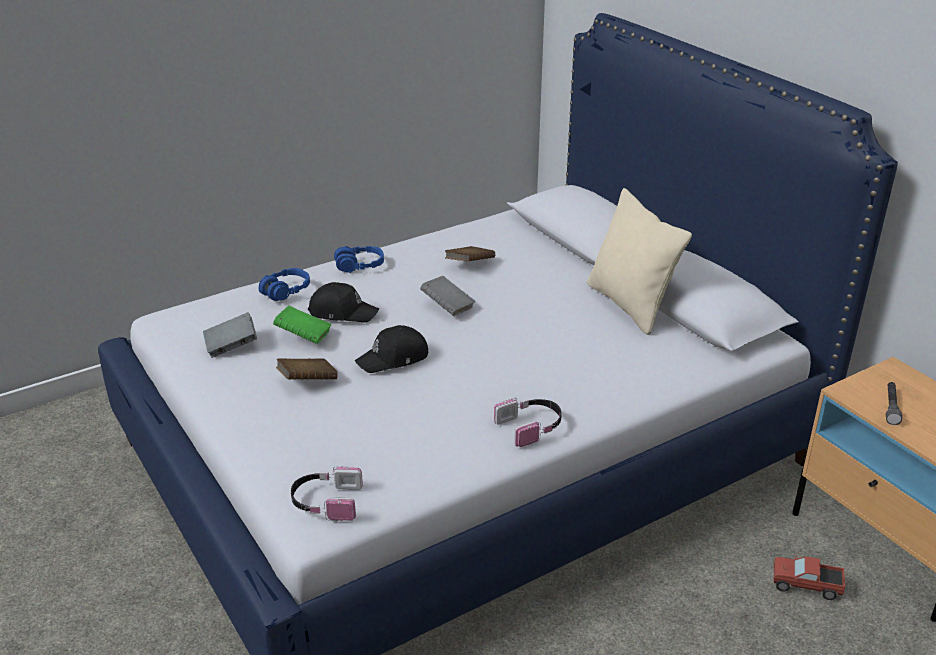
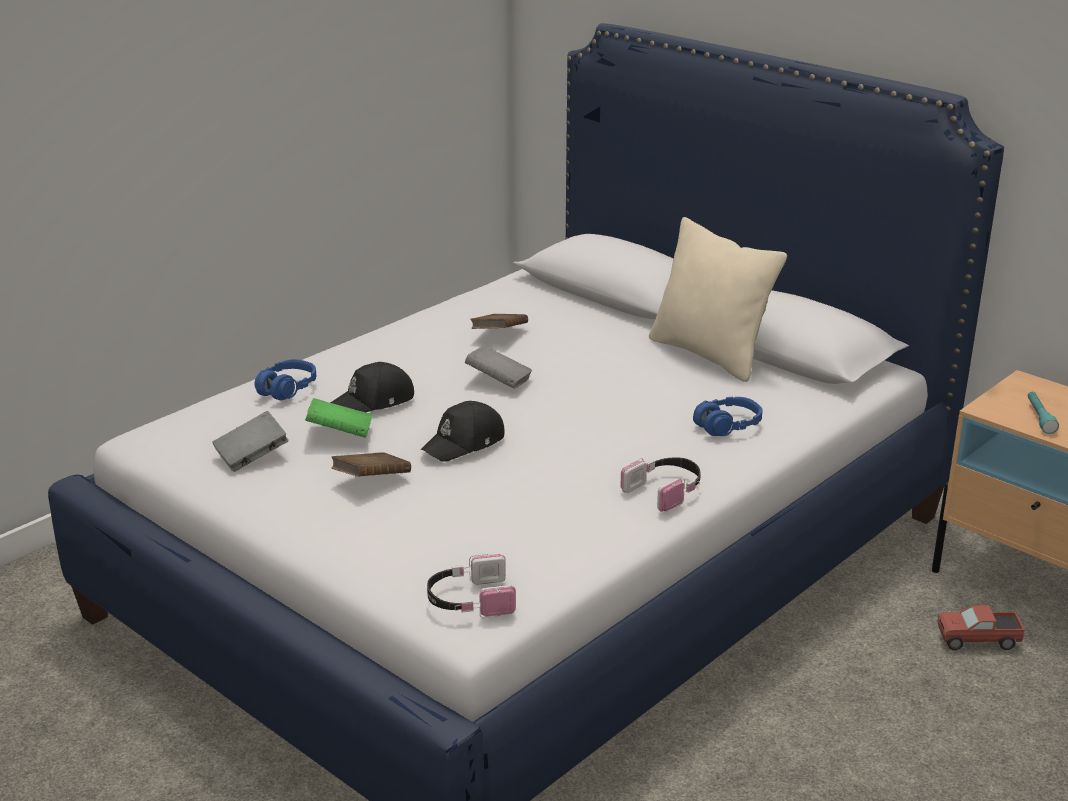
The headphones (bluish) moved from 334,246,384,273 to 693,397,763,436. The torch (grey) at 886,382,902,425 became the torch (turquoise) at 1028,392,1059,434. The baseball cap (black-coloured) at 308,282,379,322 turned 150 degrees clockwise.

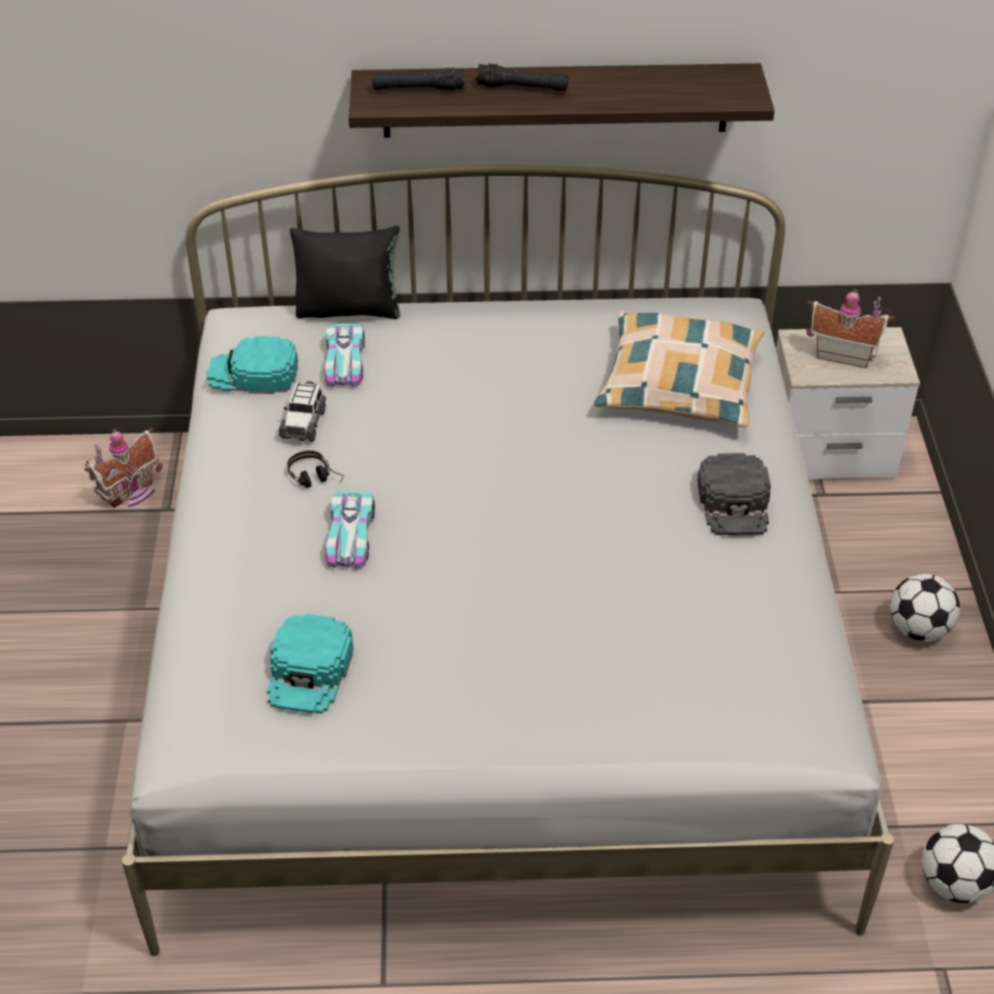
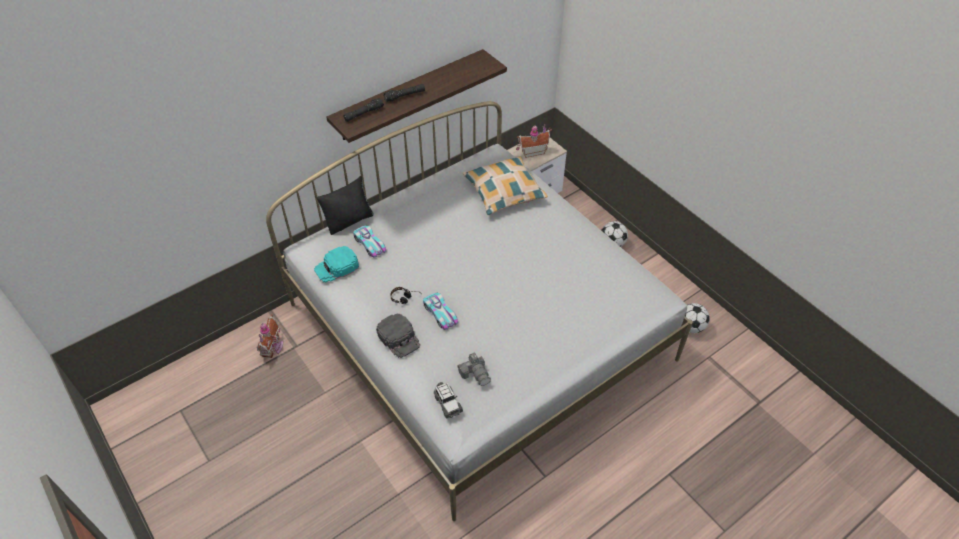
The miniature car moved from 279,381,326,442 to 434,382,463,418. The baseball cap (black-coloured) moved from 697,453,771,535 to 376,313,420,358. The baseball cap (turquoise) at 267,614,354,714 was replaced by the still camera at 457,353,491,386.

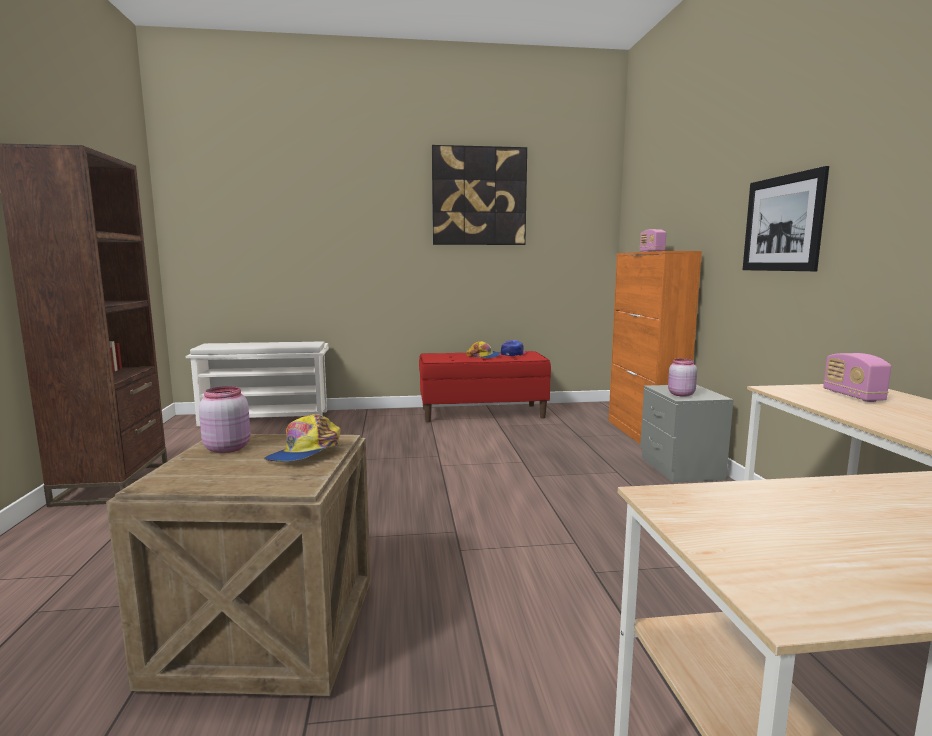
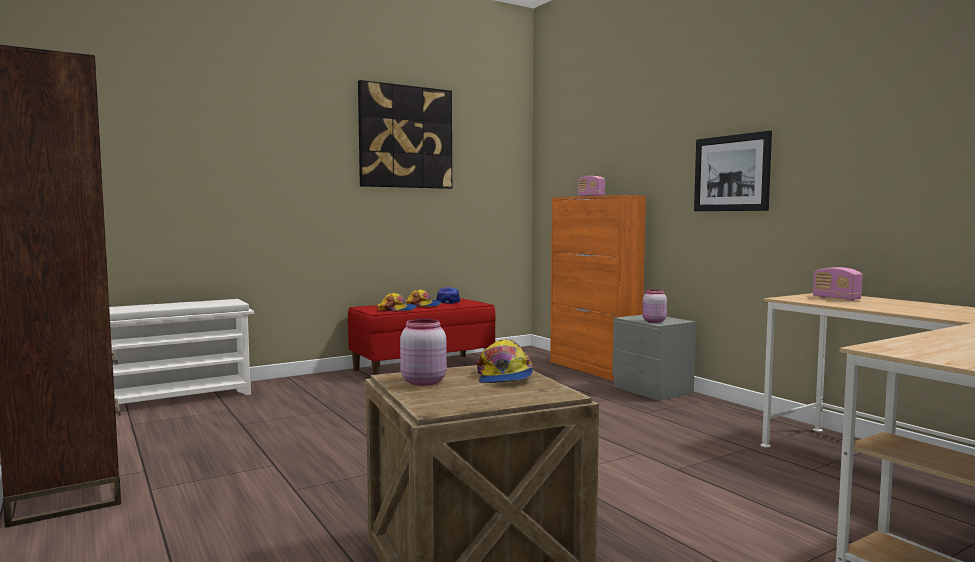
The baseball cap at 377,293,416,311 appeared.

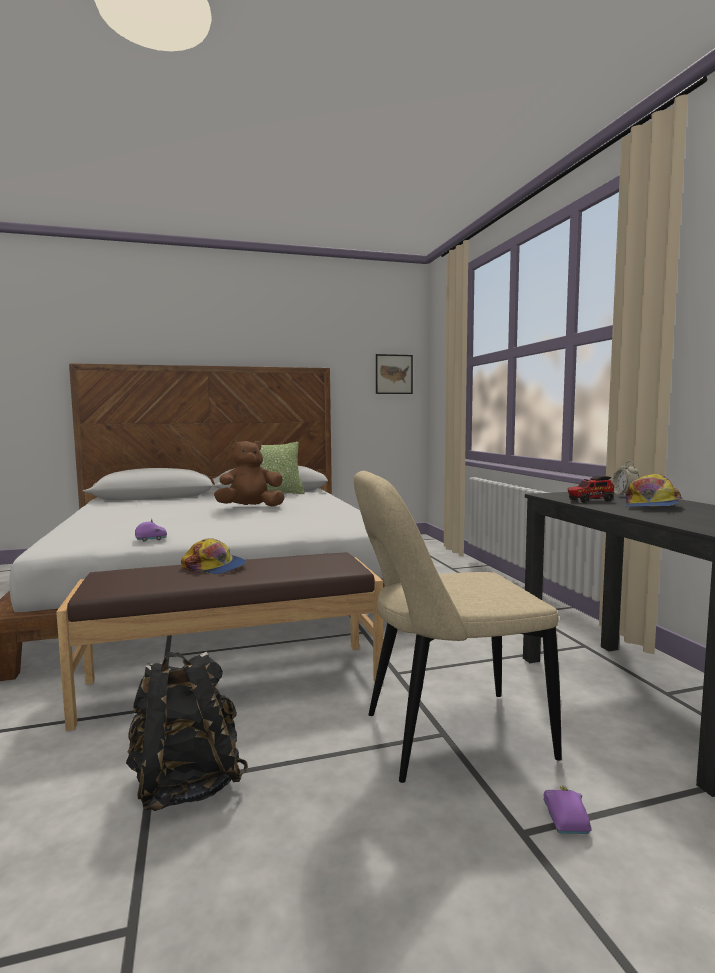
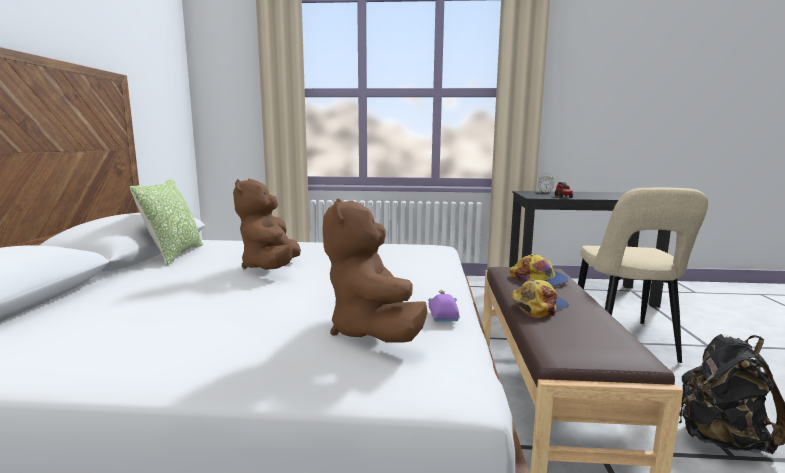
The wall art at 376,354,413,394 disappeared. The miniature car (purple) at 543,786,592,834 disappeared. The cuddly toy (brown) at 323,199,428,342 appeared. The baseball cap moved from 624,474,682,508 to 510,254,569,287.

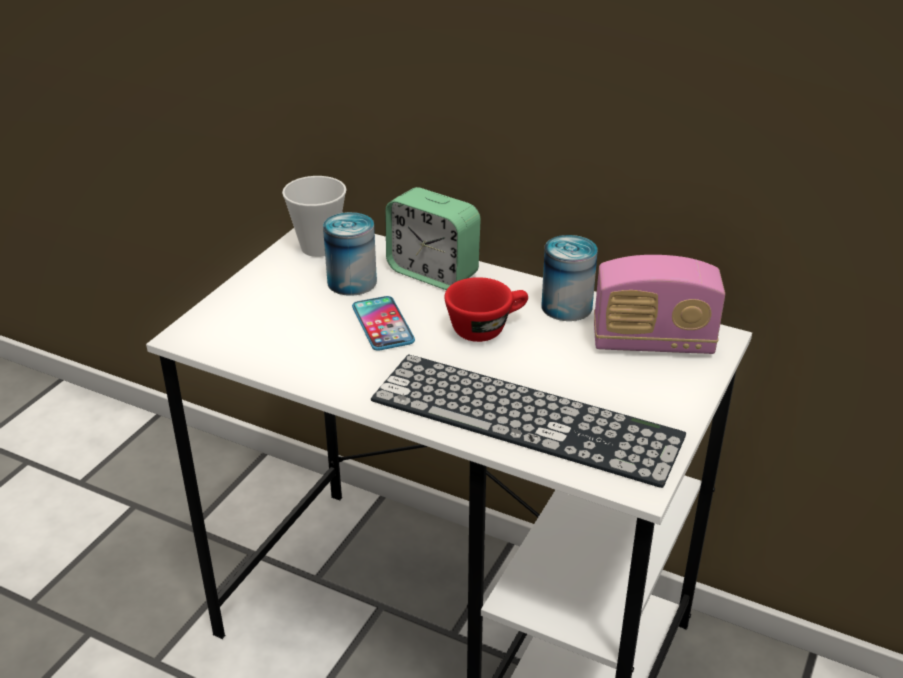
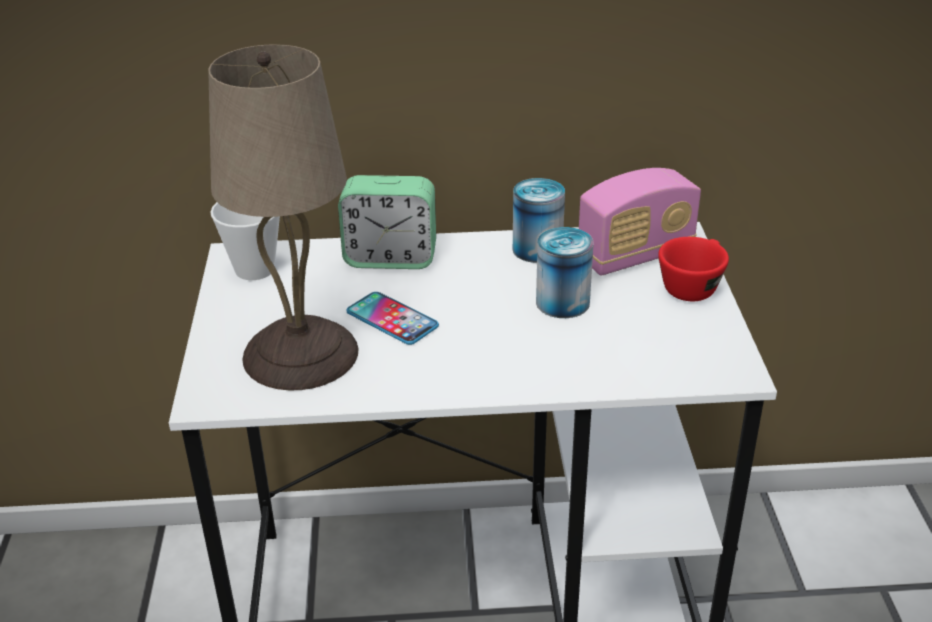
The computer keyboard at 371,355,686,488 disappeared. The lamp for a table (sand-coloured) at 208,44,358,391 appeared. The can moved from 323,212,377,296 to 536,227,593,318. The small cup (reddish) moved from 444,277,528,342 to 658,237,729,301.

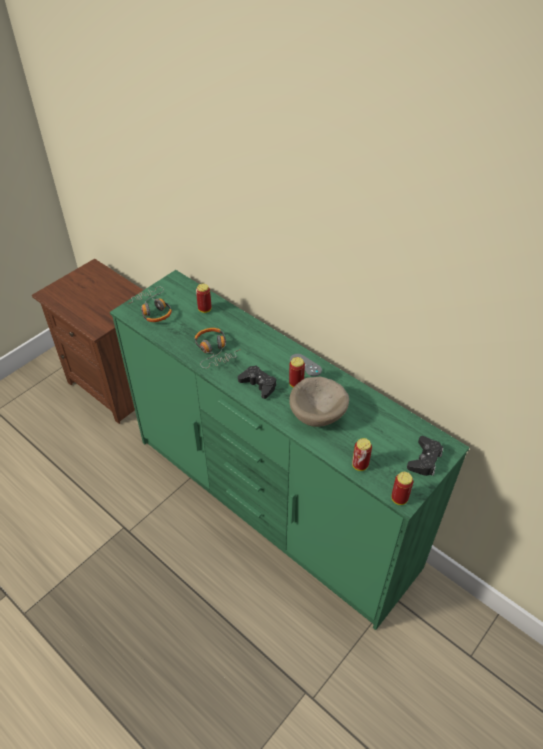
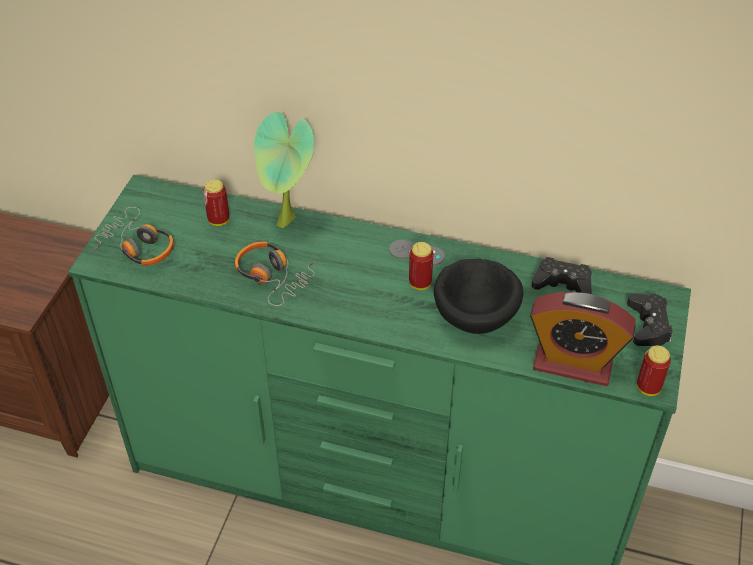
The houseplant at 254,112,314,228 appeared. The joypad (black-coloured) moved from 238,365,276,399 to 531,257,592,294. The can at 352,438,372,471 was replaced by the bedside clock at 530,292,636,386. The bowl (sand-coloured) at 289,377,349,427 became the bowl (black-coloured) at 434,259,523,334.

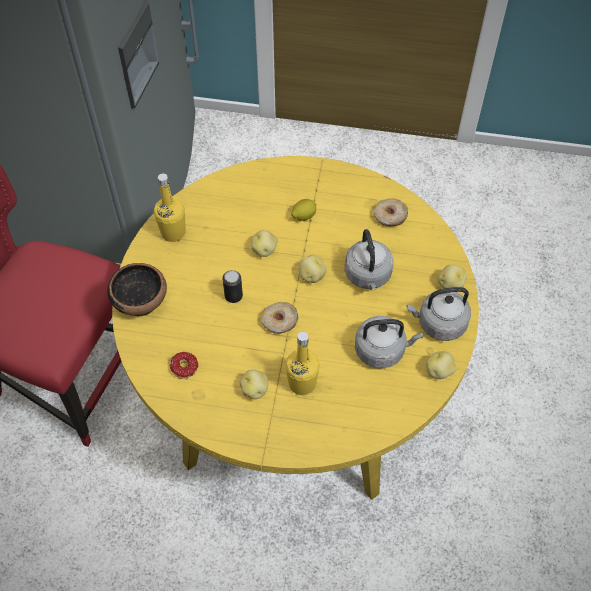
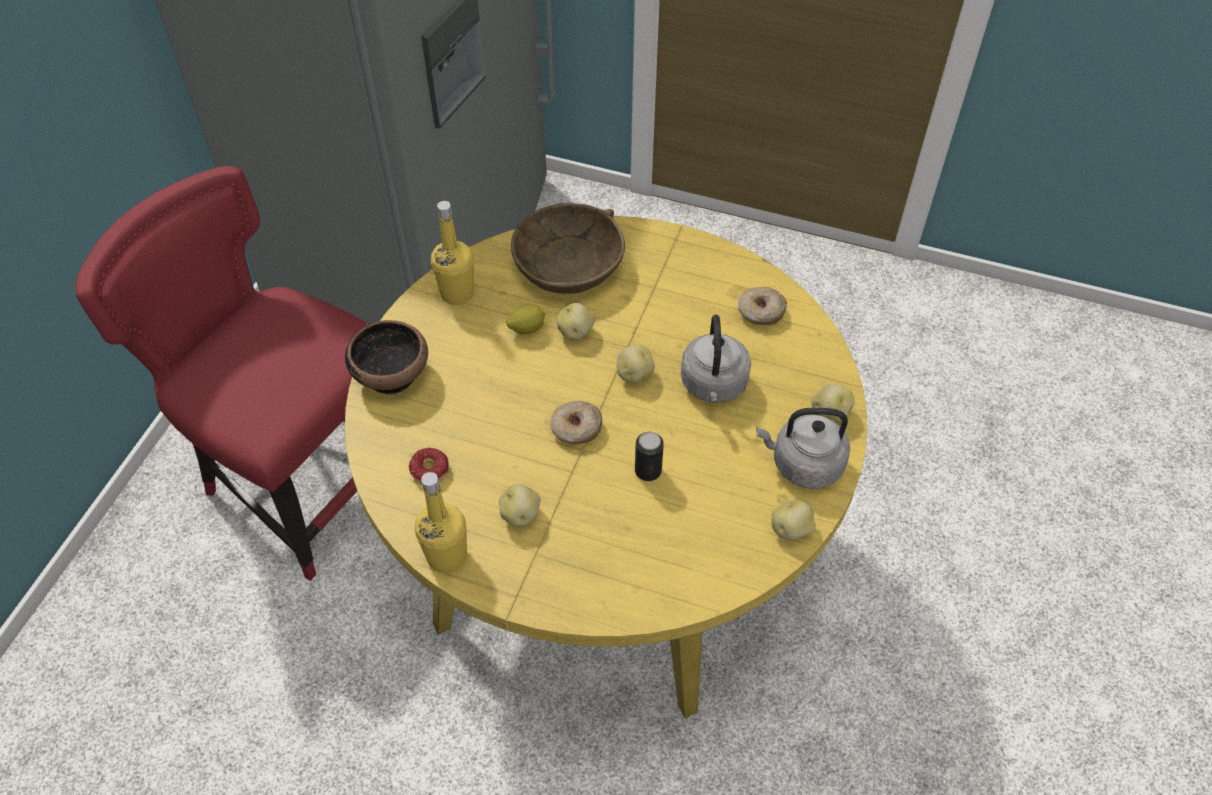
The water kettle (grey) at 355,316,423,369 disappeared. The bowl (brown) at 511,203,625,294 appeared. The can moved from 223,270,243,303 to 635,432,664,481. The drink bottle (yellowish) moved from 285,332,320,395 to 415,472,467,573. The citrus fruit moved from 291,199,316,221 to 506,303,546,334.

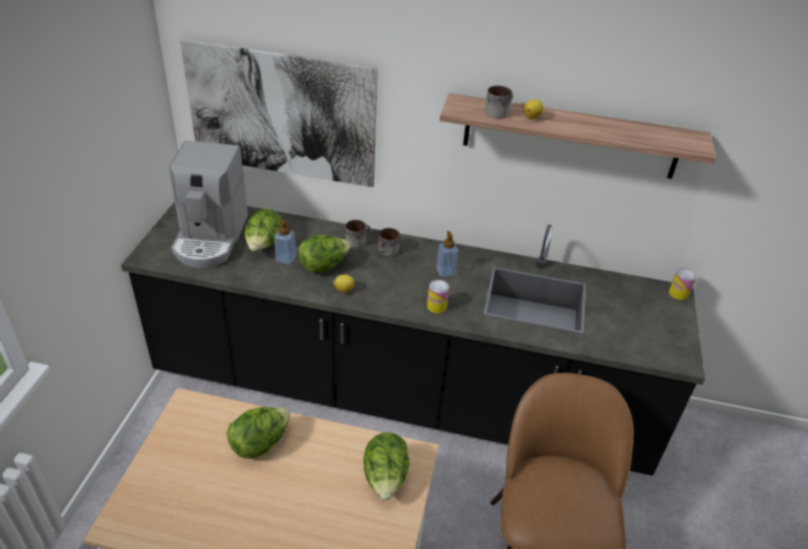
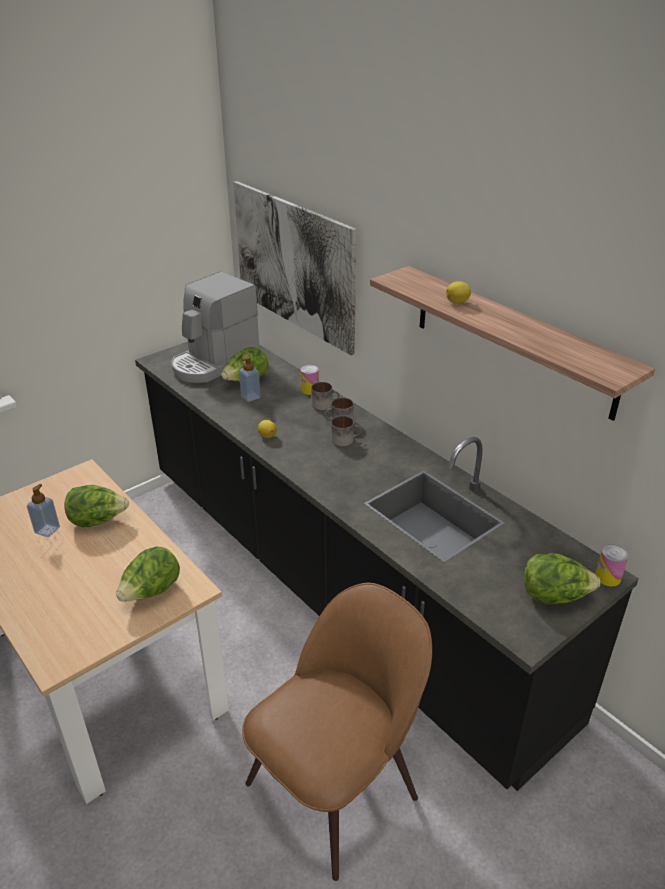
The lettuce head moved from 298,235,351,273 to 524,553,600,604. The can moved from 427,280,449,313 to 300,365,319,395. The liquid soap bottle moved from 436,231,458,277 to 27,484,60,537. The mug moved from 485,86,513,119 to 331,416,361,446.

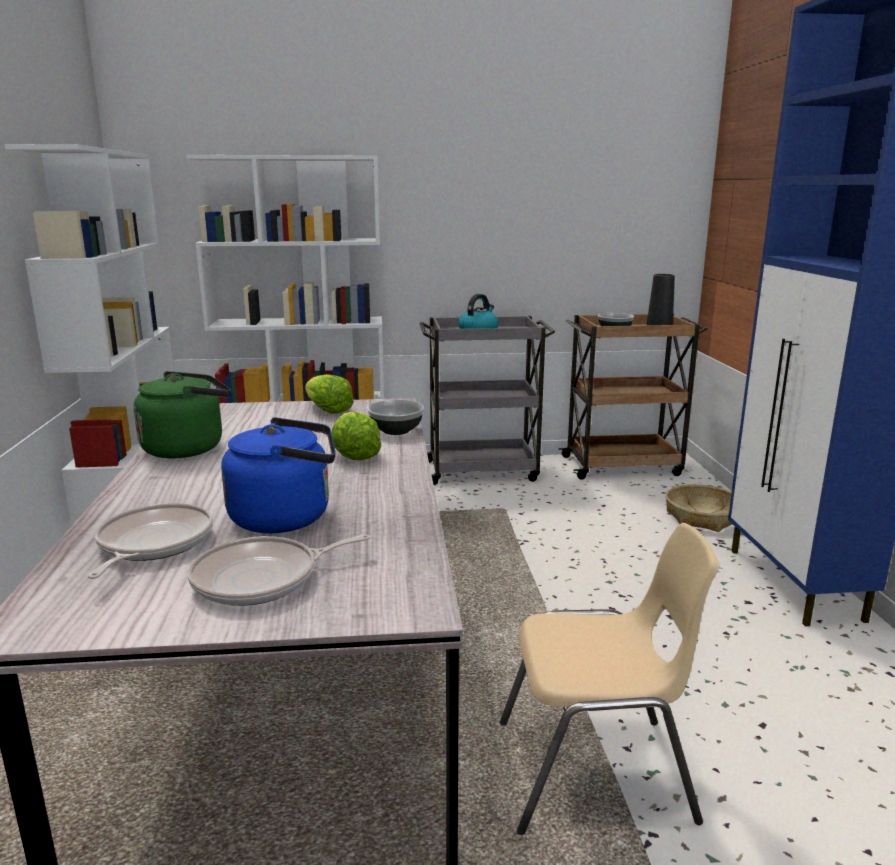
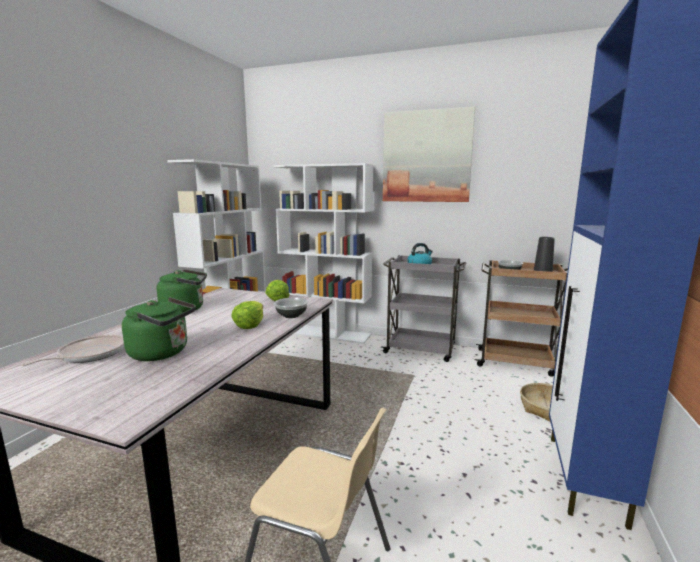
The frying pan at 188,534,370,606 disappeared. The wall art at 383,107,475,202 appeared. The water kettle (bluish) at 221,417,336,533 became the water kettle (green) at 122,297,196,361.

